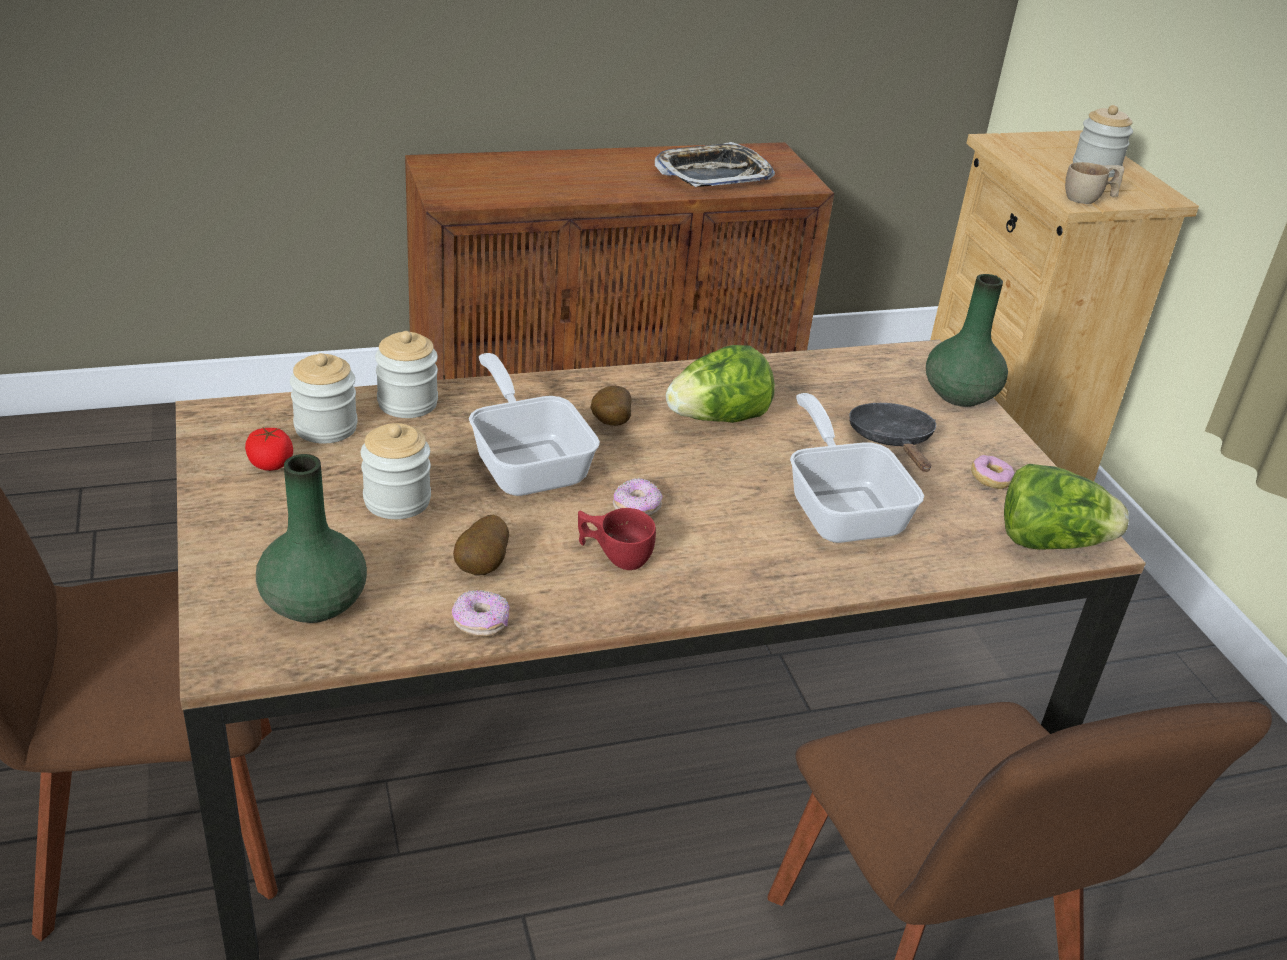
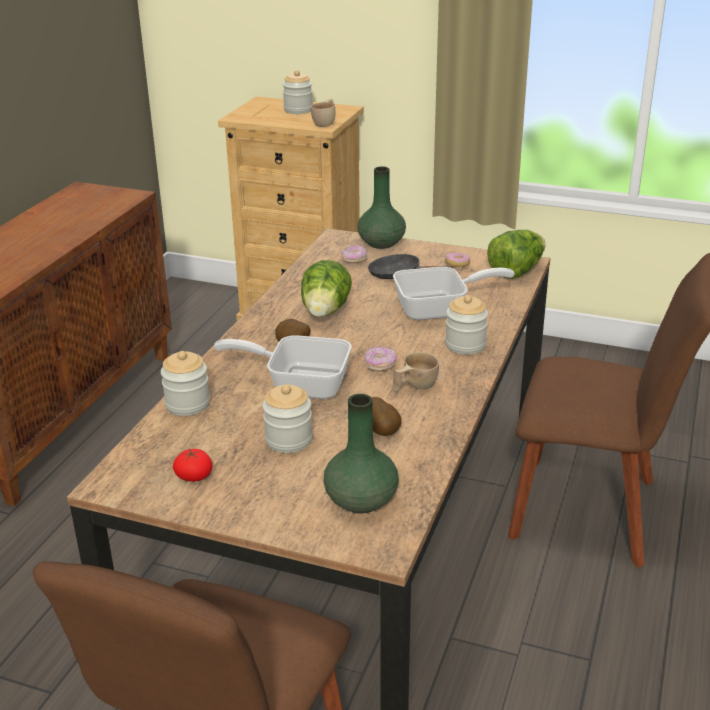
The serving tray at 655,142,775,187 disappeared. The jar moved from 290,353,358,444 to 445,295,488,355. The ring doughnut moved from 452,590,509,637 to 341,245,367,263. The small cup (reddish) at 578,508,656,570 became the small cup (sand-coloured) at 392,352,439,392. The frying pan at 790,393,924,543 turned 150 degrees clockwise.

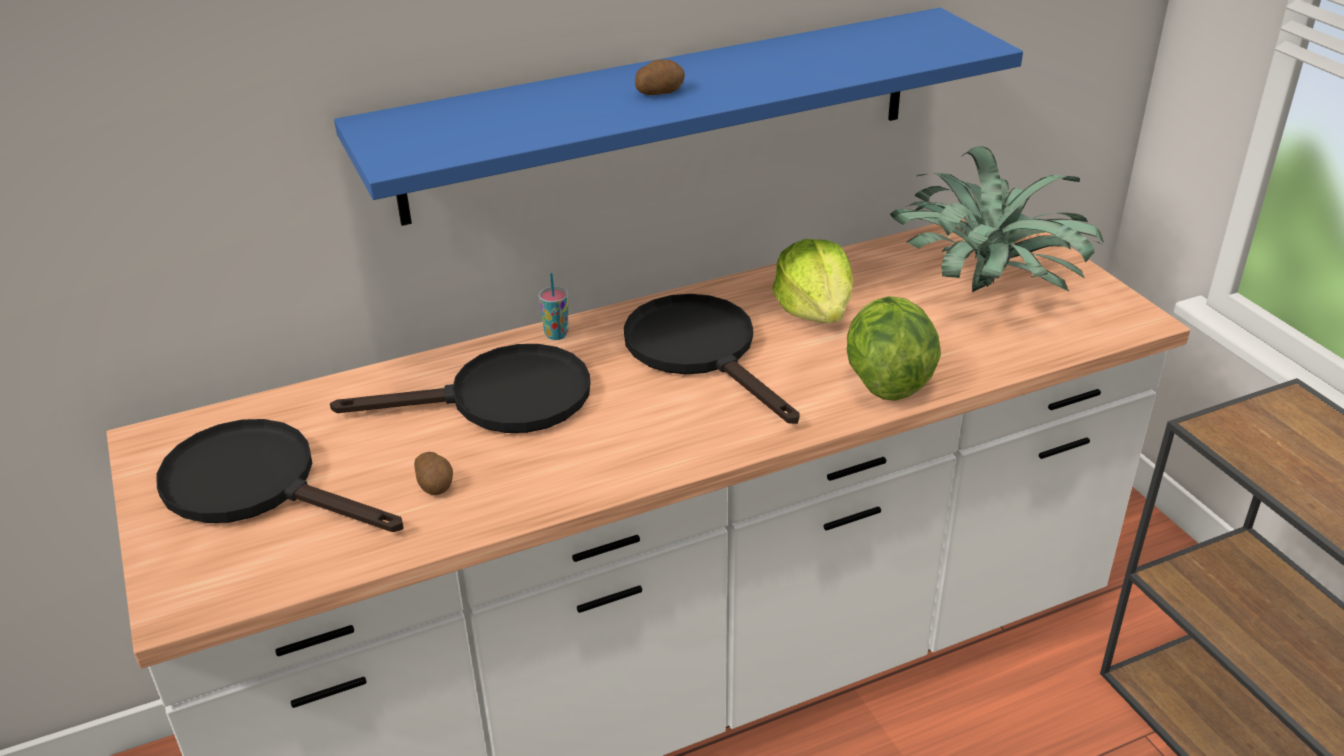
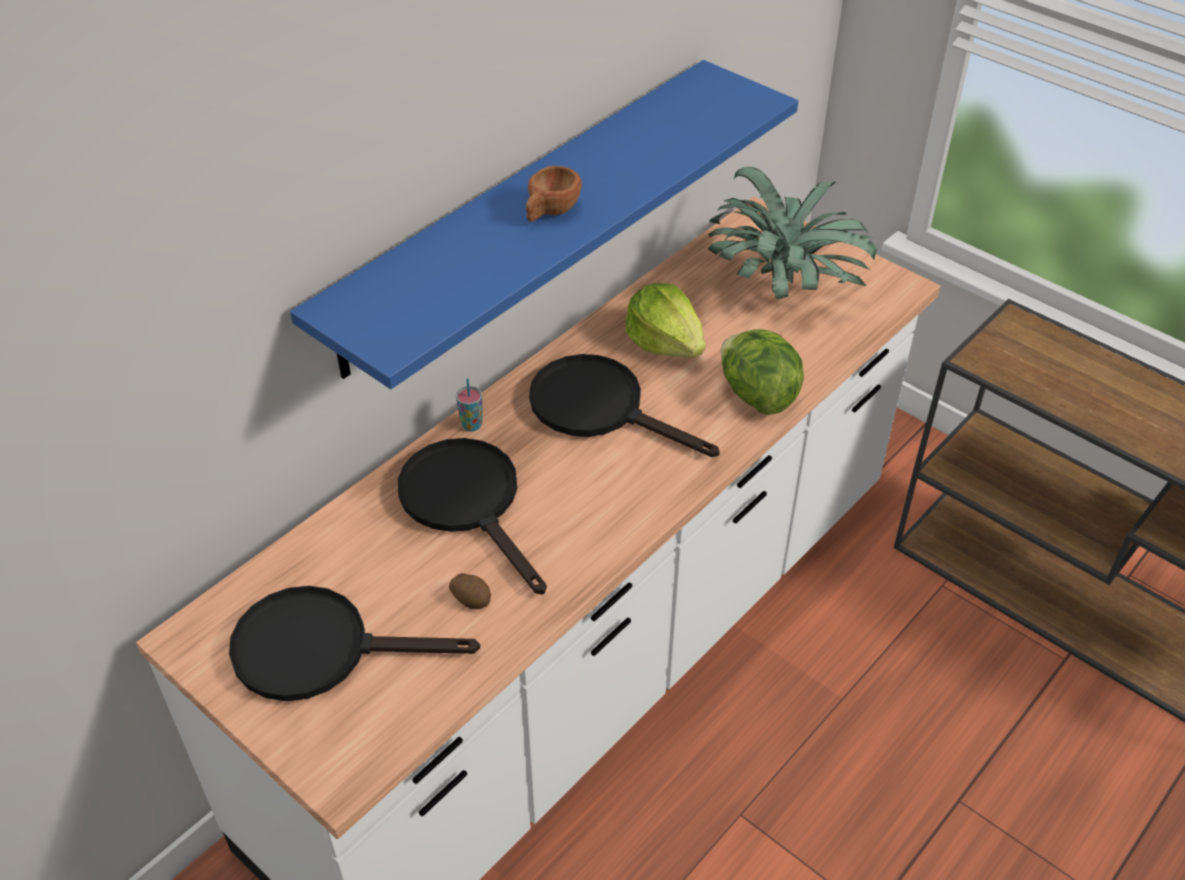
The whole potato at 635,59,685,95 was replaced by the small cup (brown) at 526,166,582,222. The frying pan (black-coloured) at 330,344,590,433 turned 90 degrees counterclockwise.

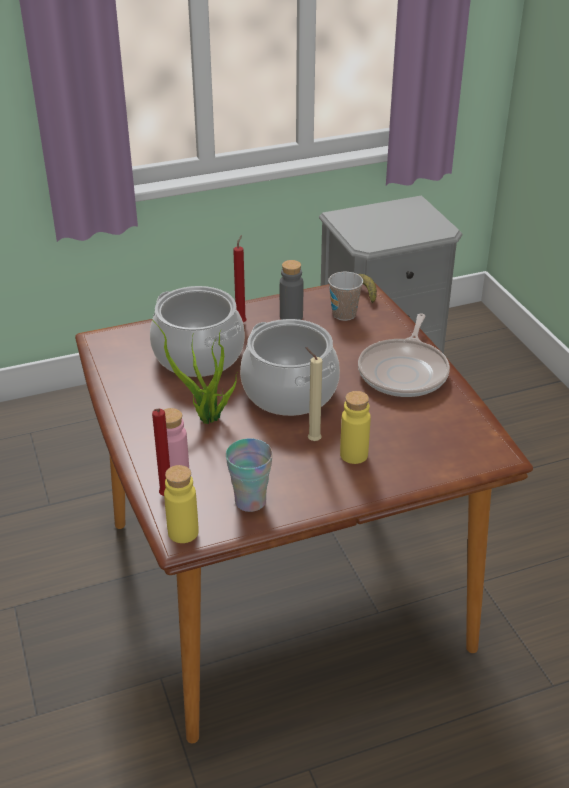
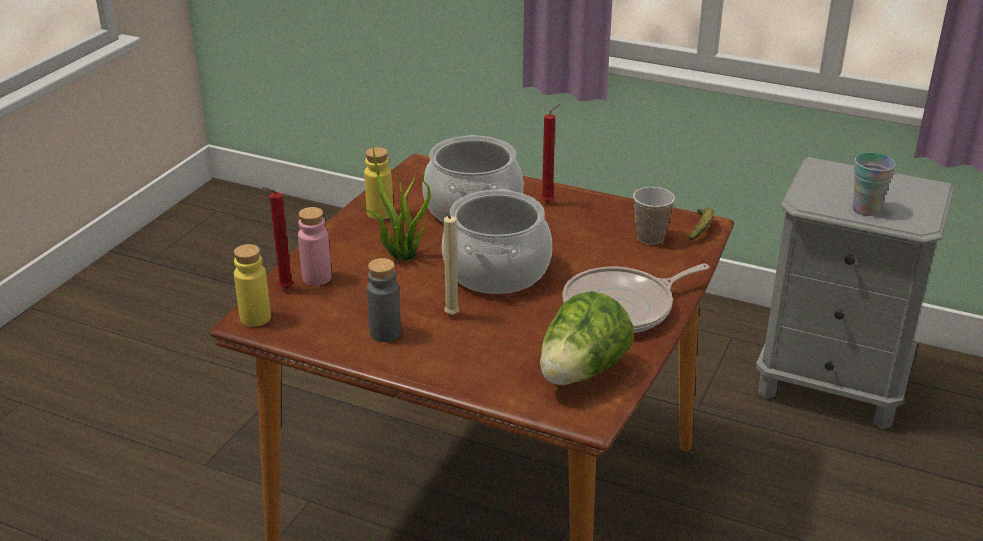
The lettuce head at 540,291,634,385 appeared. The small cup moved from 226,438,273,512 to 852,153,896,216. The drink bottle (grey) moved from 280,260,303,320 to 367,258,401,342. The drink bottle (yellowish) moved from 340,391,371,464 to 364,147,393,220.

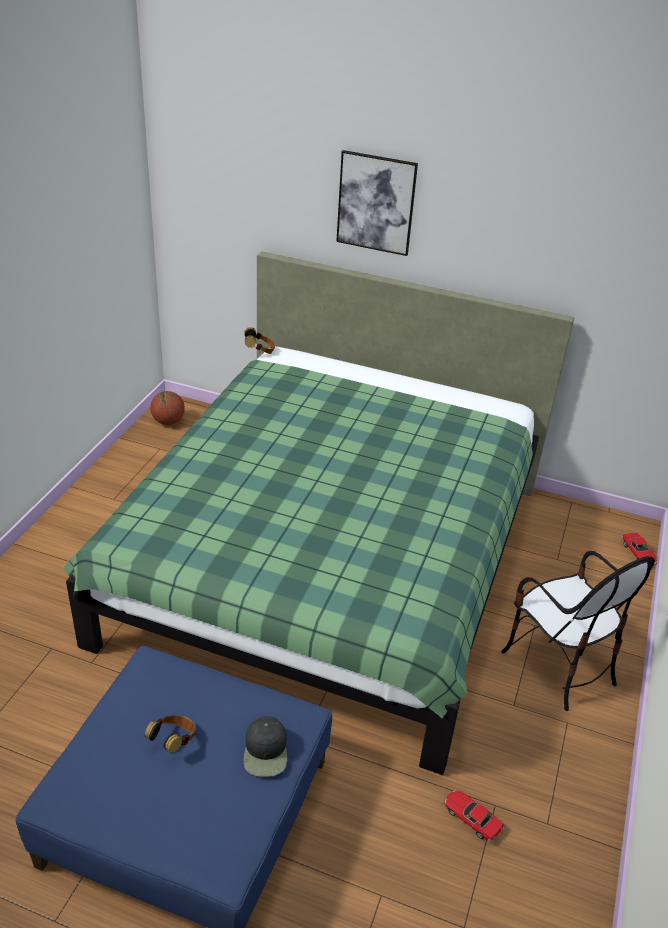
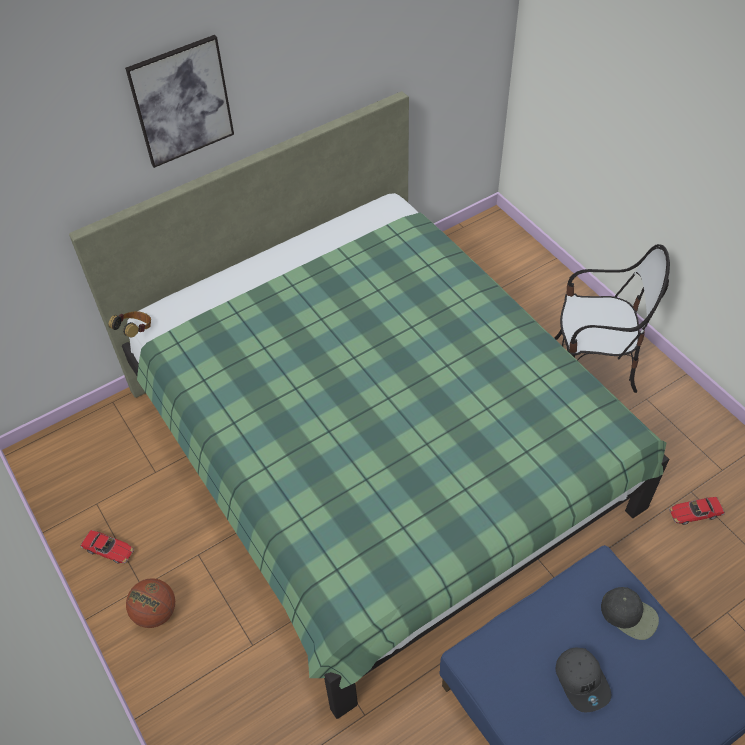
The basketball moved from 150,391,185,425 to 126,578,175,628. The miniature car moved from 622,533,657,565 to 80,530,134,564. The headphones at 145,715,196,753 was replaced by the baseball cap (grey) at 555,648,611,713.

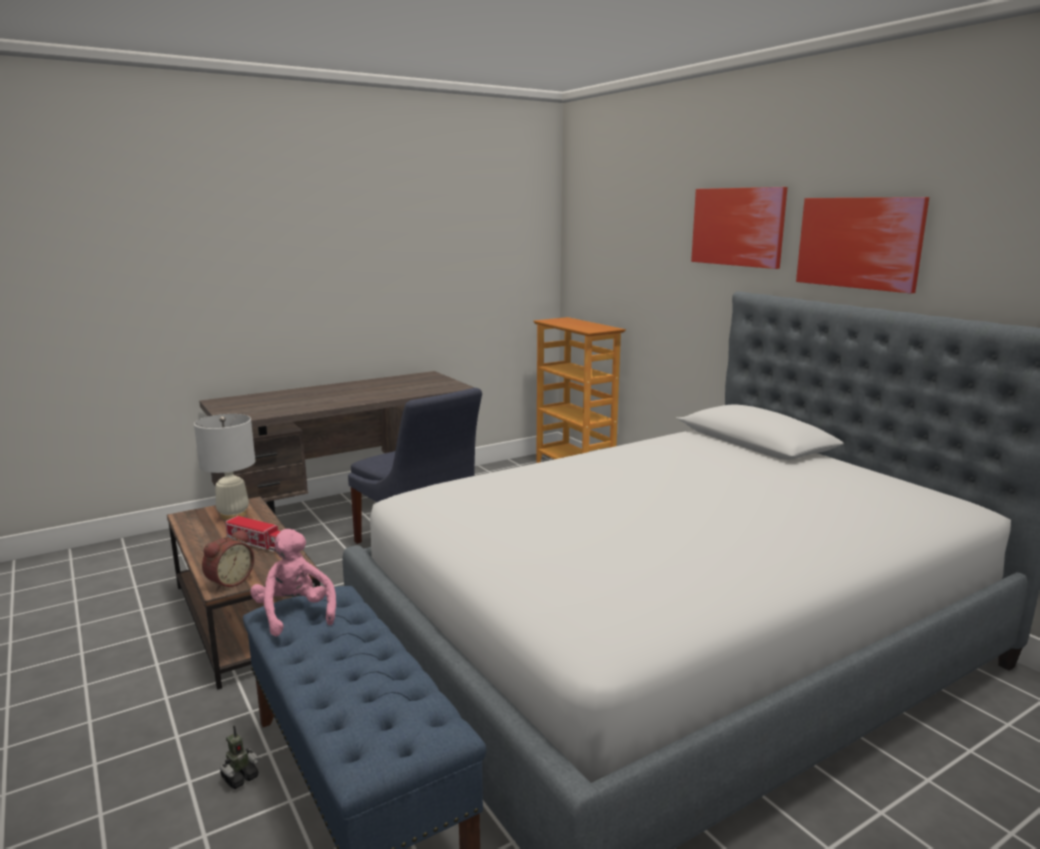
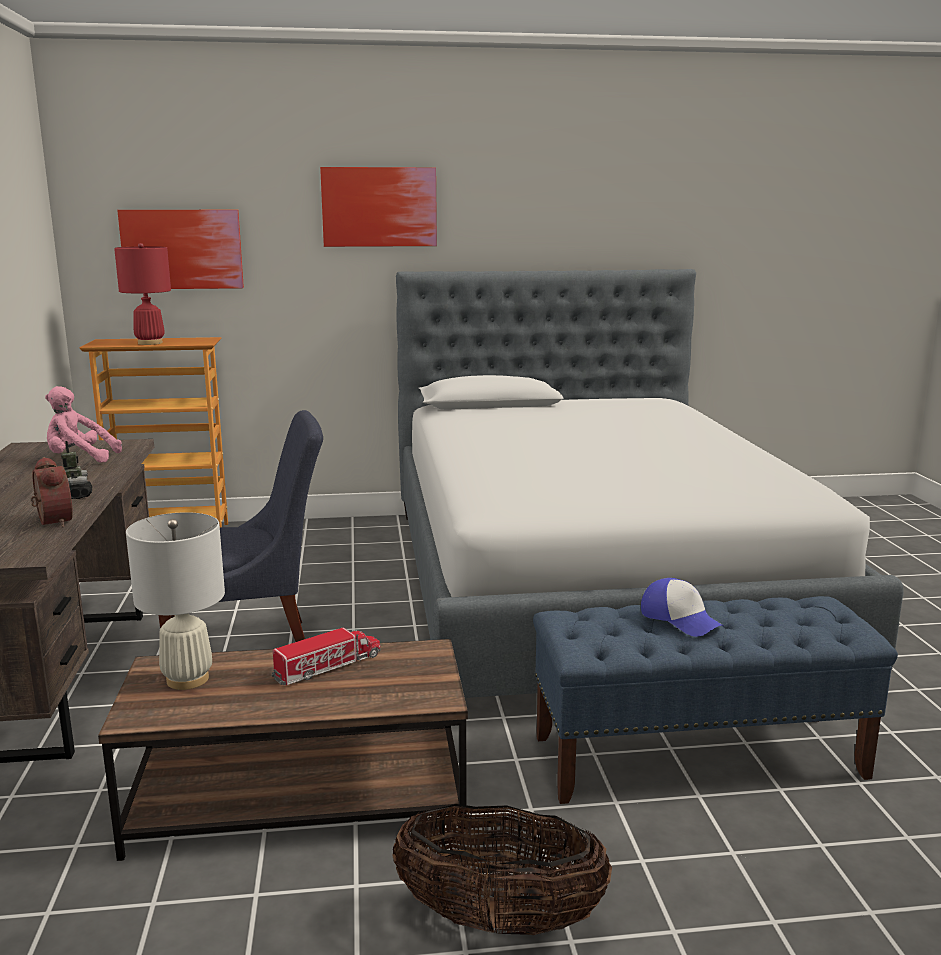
The lamp for a table (reddish) at 114,243,171,345 appeared. The basket at 392,804,612,935 appeared. The baseball cap at 641,578,724,637 appeared. The bedside clock moved from 202,530,254,591 to 31,457,73,527. The toy robot moved from 220,725,259,789 to 61,441,92,499. The cuddly toy (pink) moved from 250,529,336,636 to 45,386,122,463. The wall art moved from 796,197,929,294 to 117,210,244,289.

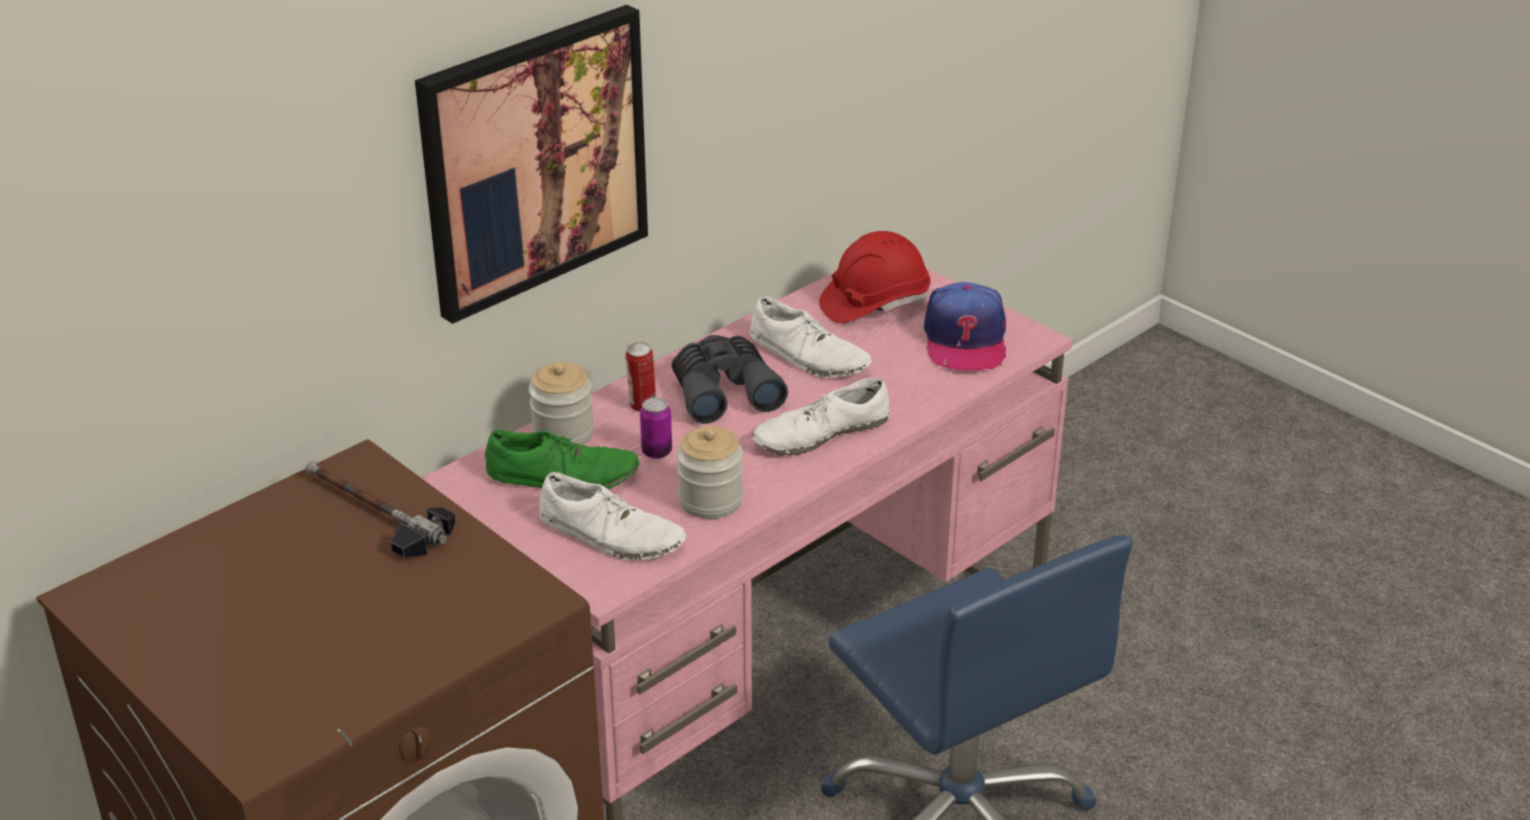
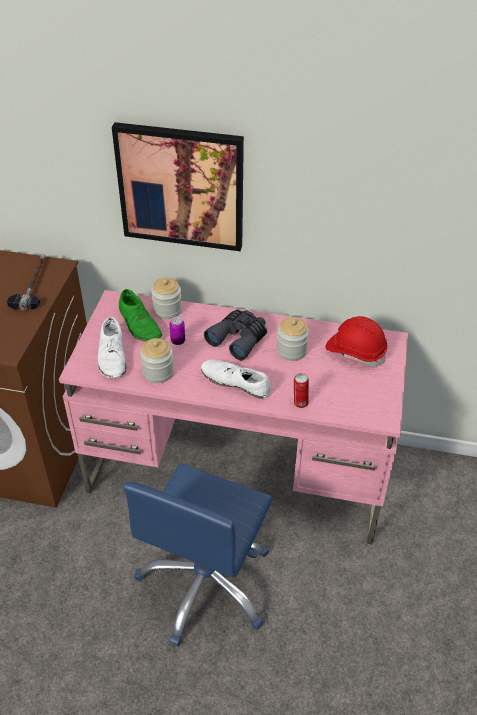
The baseball cap at 924,282,1006,370 disappeared. The can moved from 626,342,656,412 to 294,373,309,408. The shoe (white-coloured) at 750,296,872,378 was replaced by the jar at 276,317,309,361.

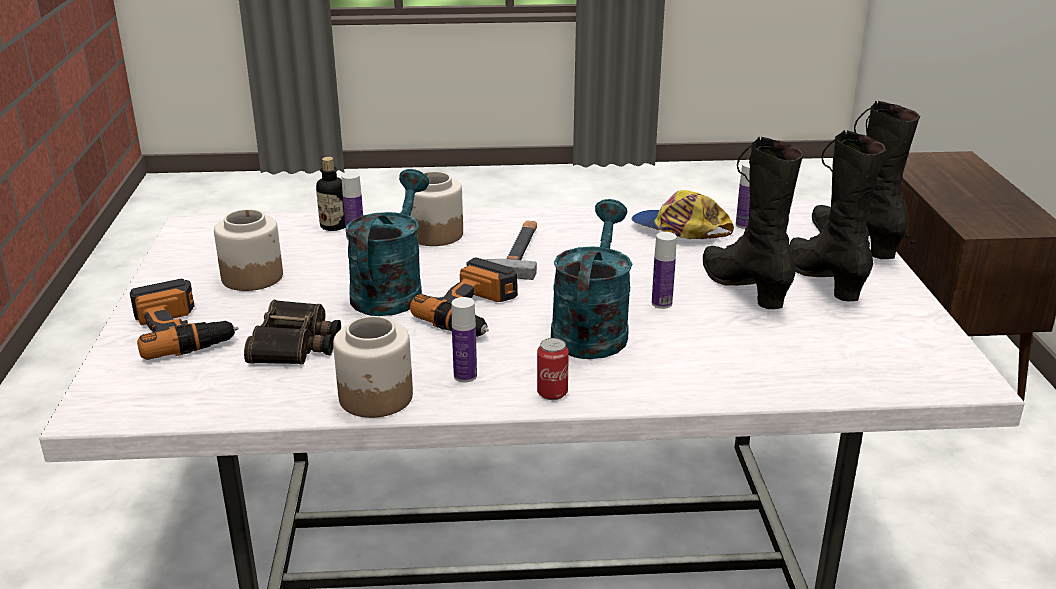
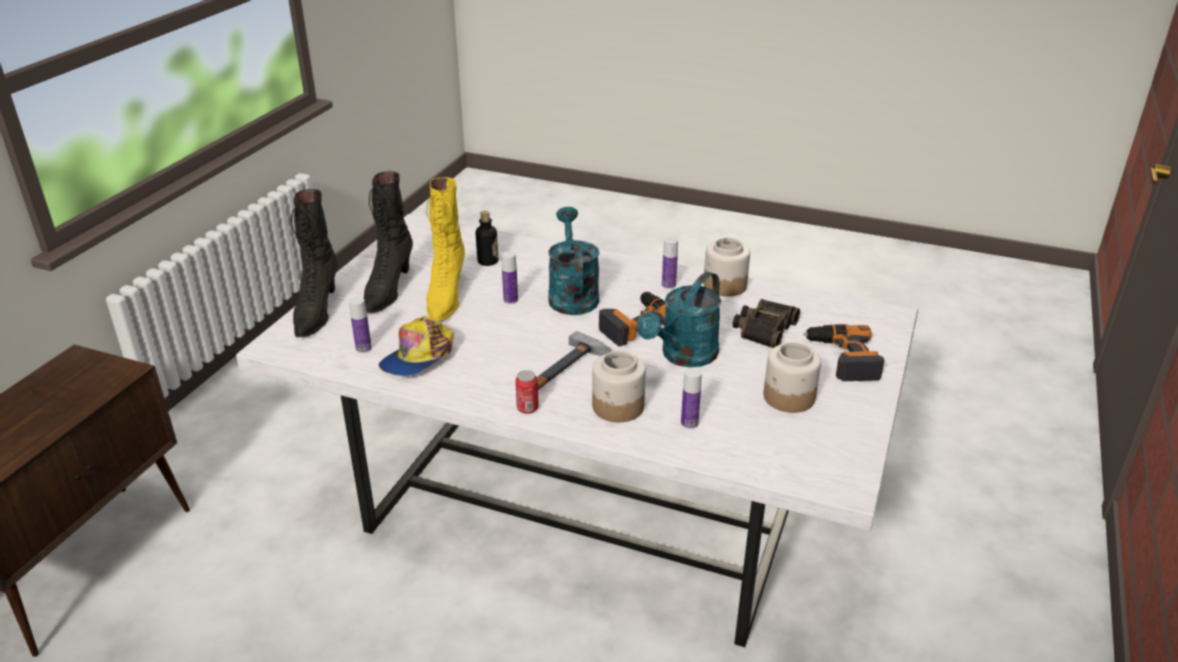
The drink bottle moved from 316,157,345,231 to 476,211,498,266. The can moved from 537,338,569,400 to 515,370,539,414. The boot (black-coloured) at 703,136,804,309 became the boot (yellowish) at 426,177,465,321. The watering pot (turquoise) at 551,199,632,359 turned 135 degrees clockwise. The baseball cap at 632,190,734,239 turned 60 degrees clockwise.

